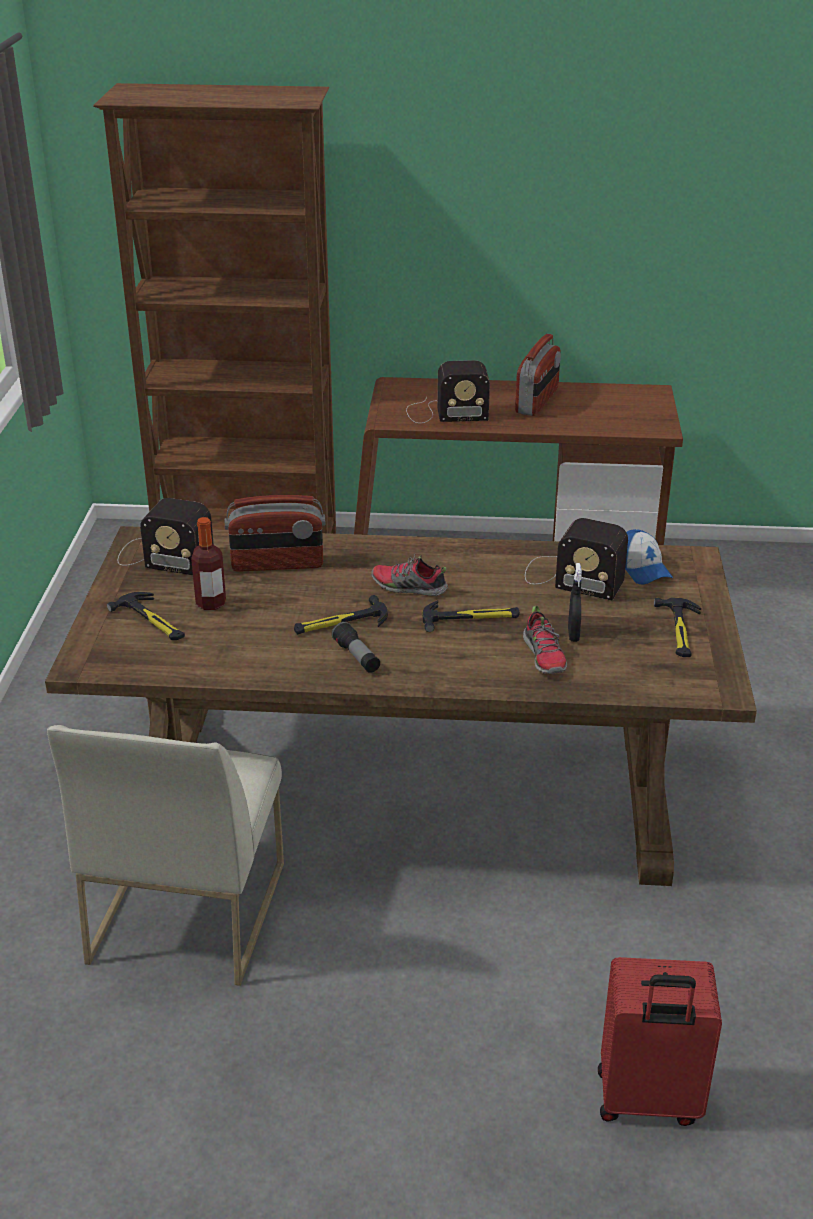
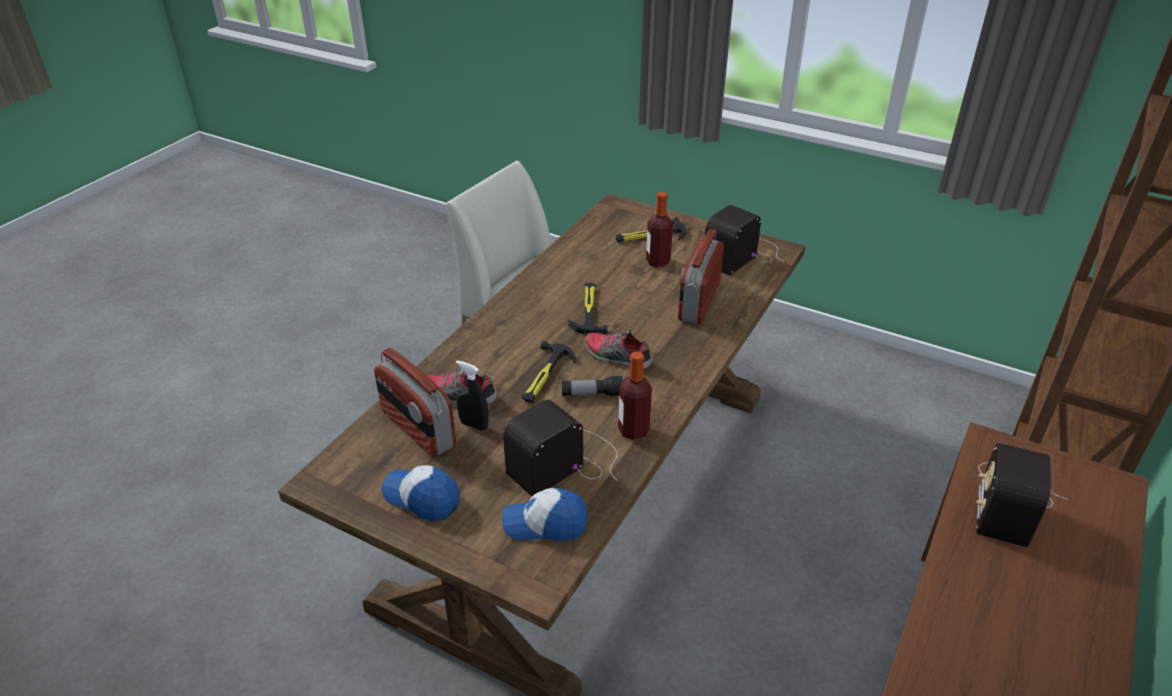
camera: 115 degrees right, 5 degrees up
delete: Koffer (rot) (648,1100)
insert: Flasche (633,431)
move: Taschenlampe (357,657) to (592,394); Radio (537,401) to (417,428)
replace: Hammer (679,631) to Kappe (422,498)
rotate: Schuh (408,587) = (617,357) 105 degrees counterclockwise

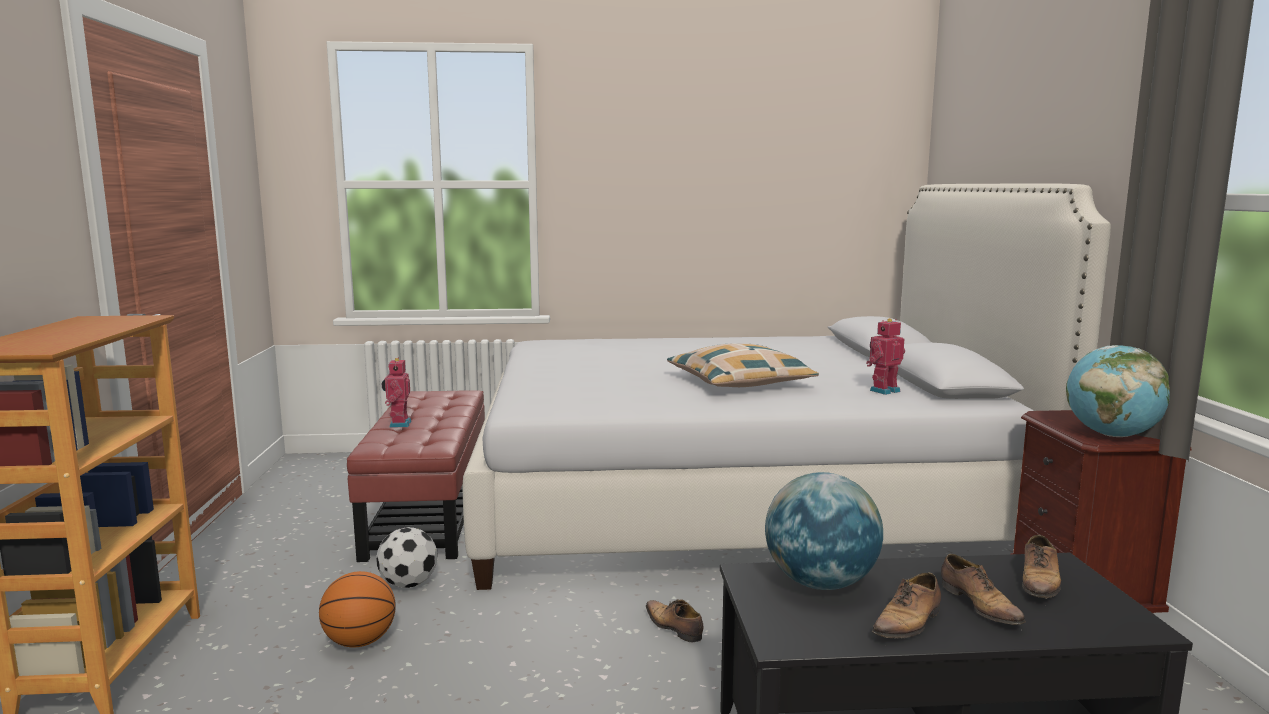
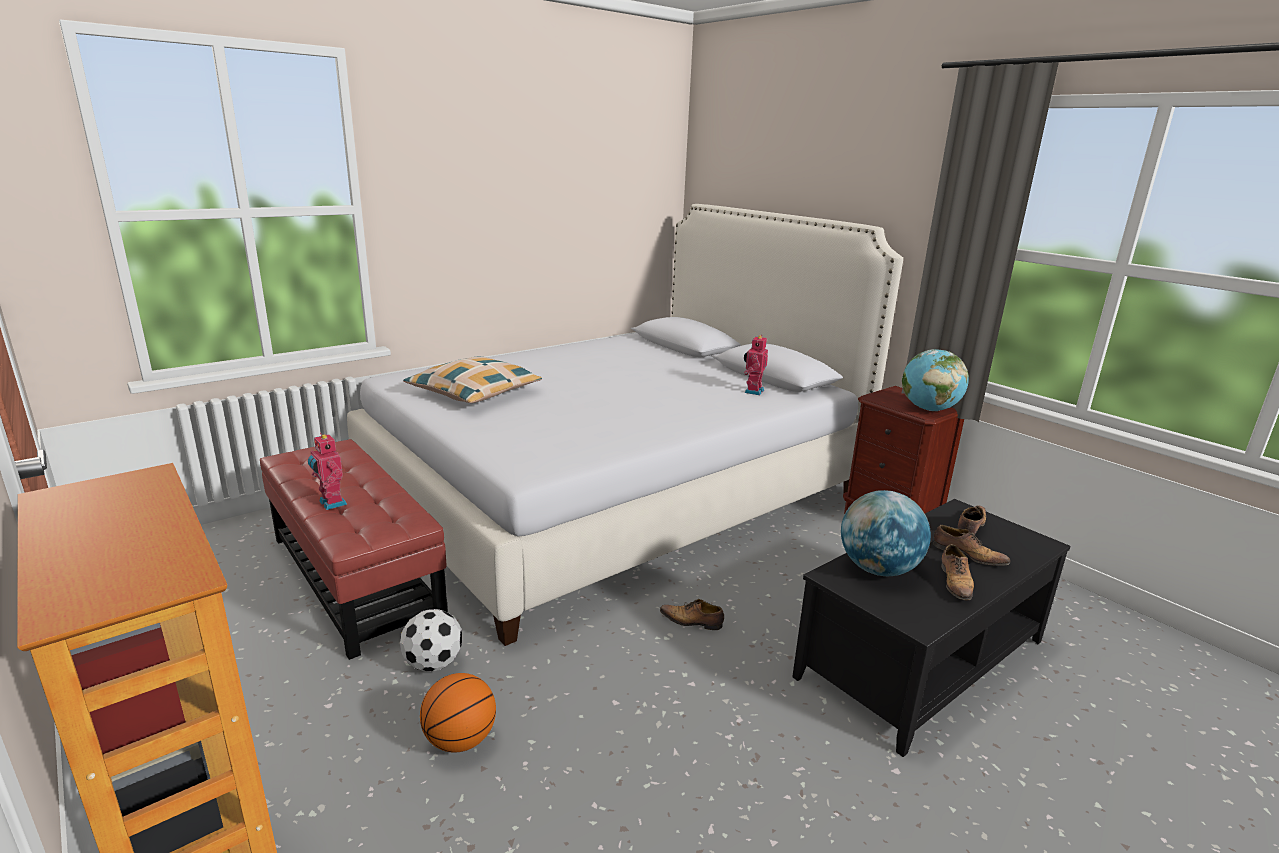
camera: 35 degrees left, 10 degrees up
move: Kissen (739,382) to (474,392)
rotate: Schuh (1039,582) = (970,527) 135 degrees counterclockwise

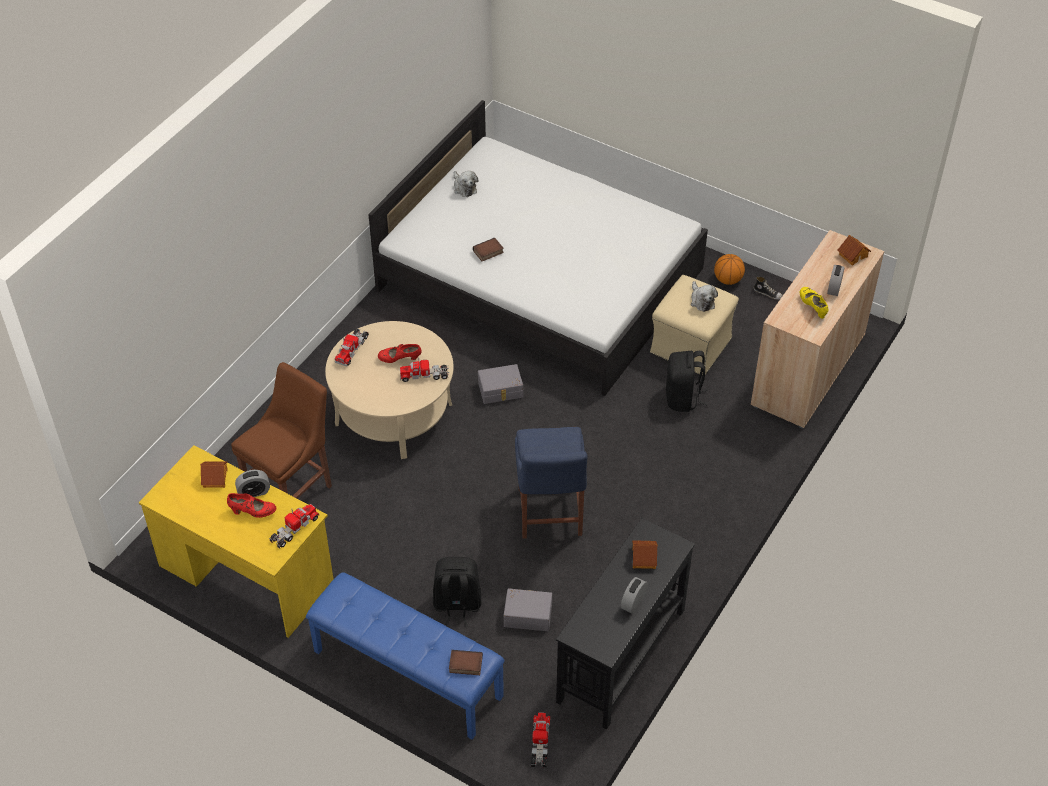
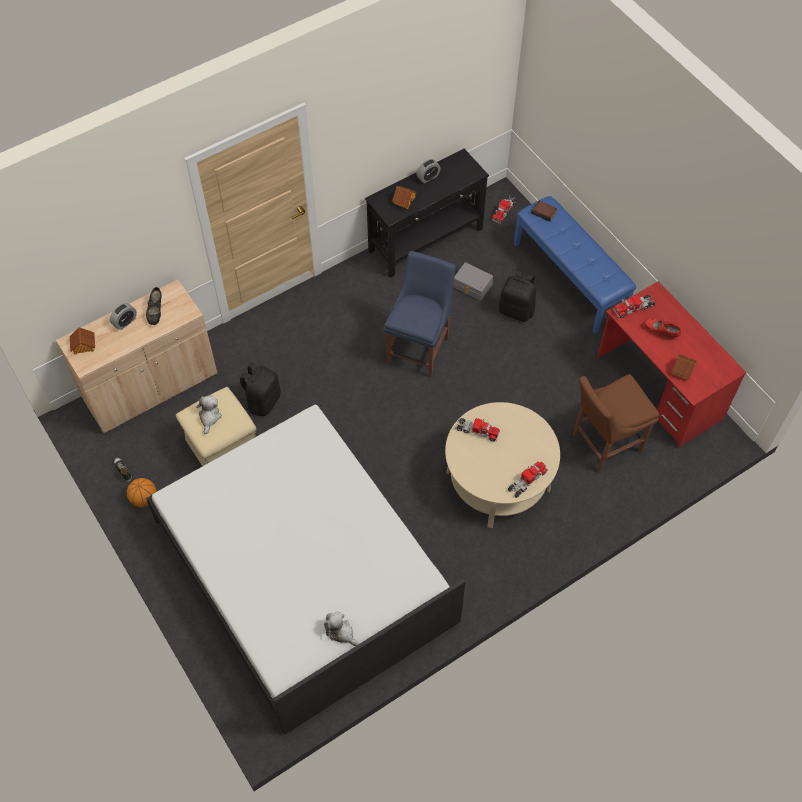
camera: 155 degrees left, 10 degrees up
delete: Wecker (254,492); Schuh (rot) (400,359); Buch (488,252); Aufbewahrungsbox (grau) (500,390)
recolor: Schreibtisch (gelb) (246,574) to Schreibtisch (rot) (659,388); Schuh (gelb) (812,307) to Schuh (schwarz) (155,312)
rotate: Plüschtier (464,187) = (341,632) 45 degrees counterclockwise

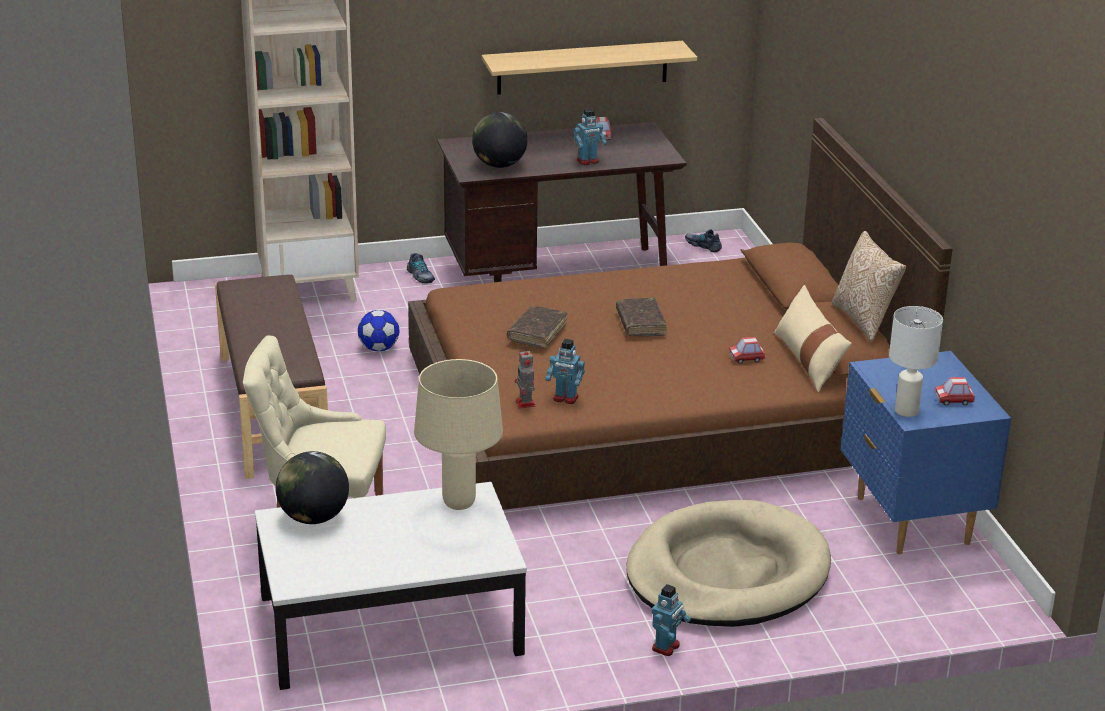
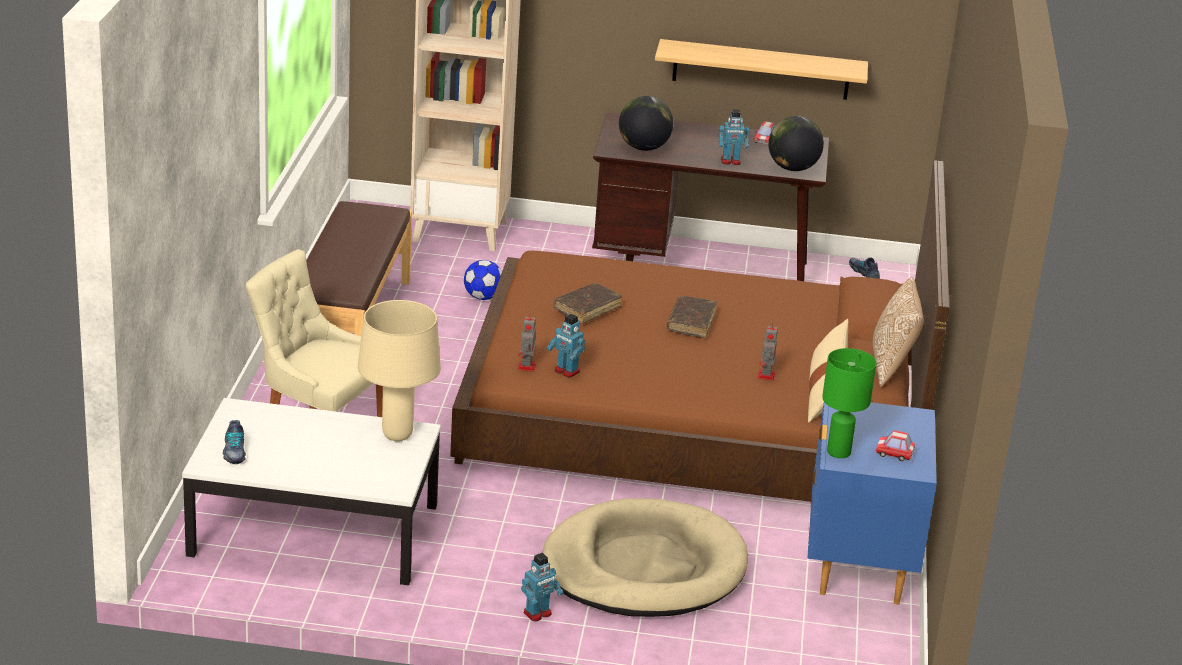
camera: 20 degrees right, 0 degrees up
move: Globus (314,518) to (792,168); Schuh (420,276) to (234,452)
replace: Spielzeugauto (746,358) to Spielzeugroboter (766,376)
recolor: Tischlampe (weiß) (907,410) to Tischlampe (grün) (839,452)

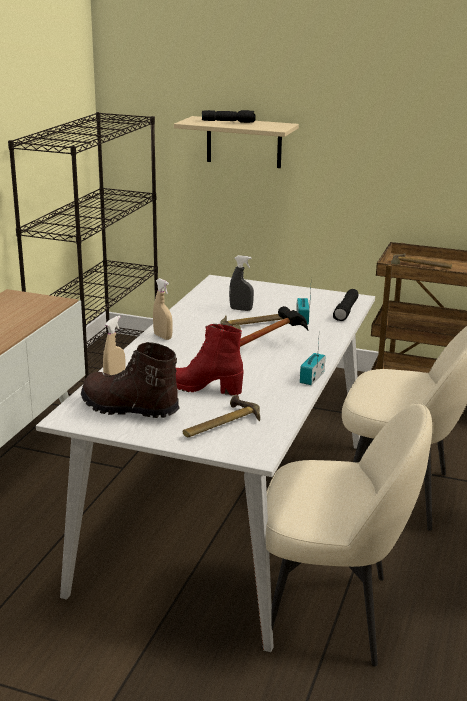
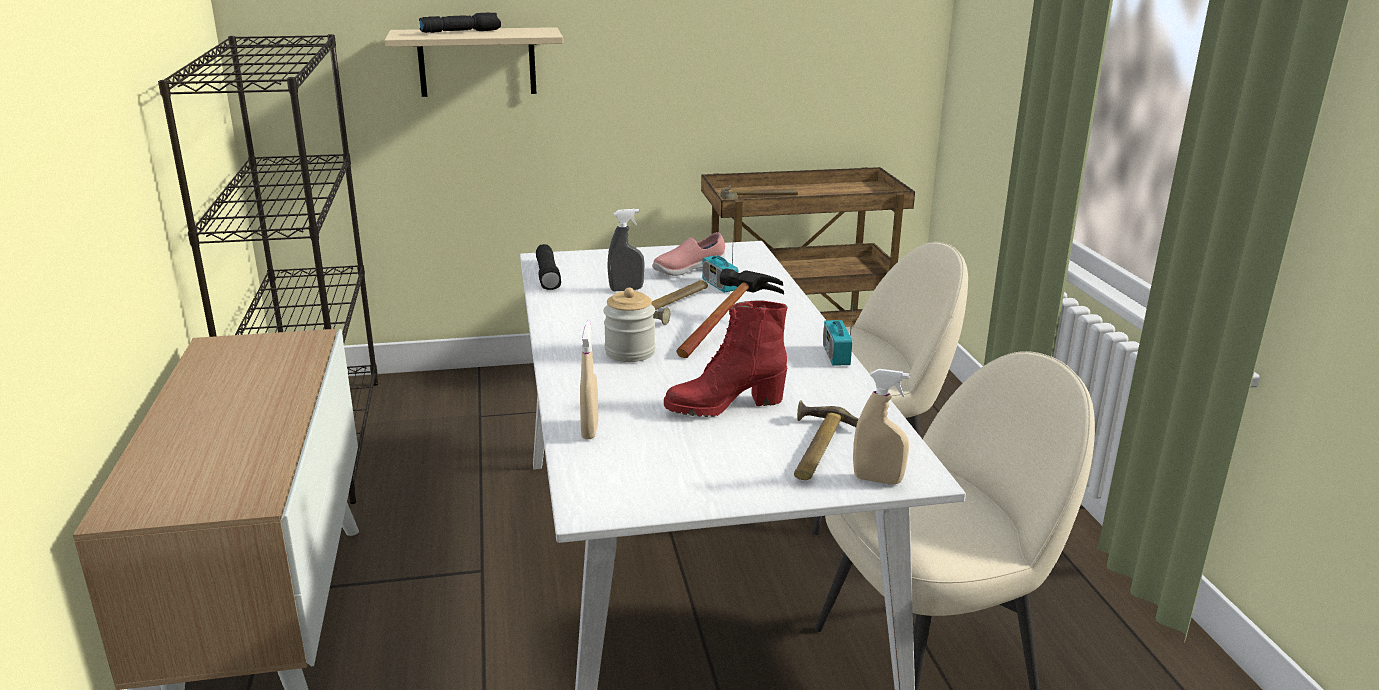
camera: 30 degrees left, 0 degrees up
delete: Stiefel (braun) (128,408)
insert: Vorratsglas (630,352); Schuh (rosa) (688,270)
move: Sprühflasche (beige) (163,337) to (877,480); Taschenlampe (schwarz) (346,311) to (548,275)

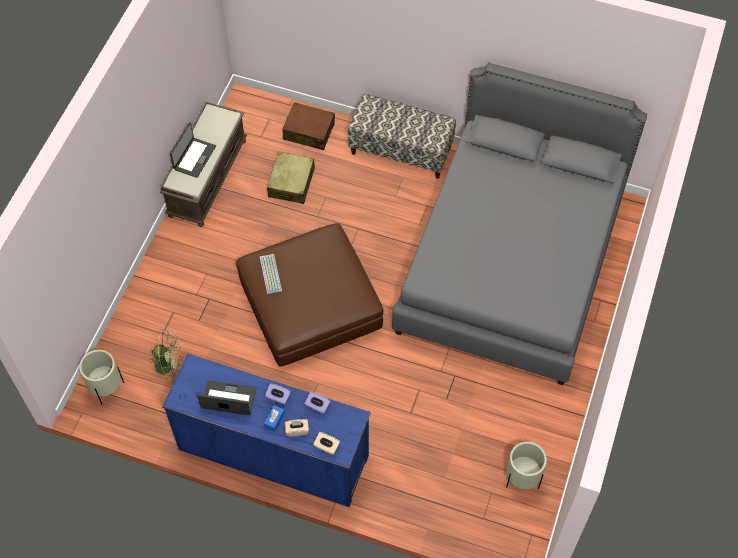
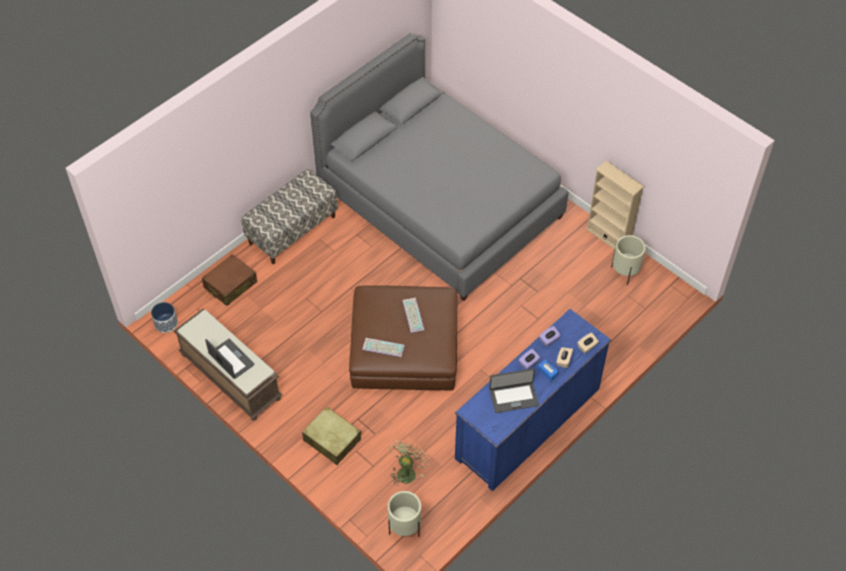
camera: 65 degrees left, 5 degrees down
insert: Pflanzkübel (166,323); Tastatur (412,315); Bücherregal (beige) (608,237)
move: Koffer (beige) (291,183) to (332,440)
rotate: Laptop (228,399) = (513,397) 135 degrees counterclockwise

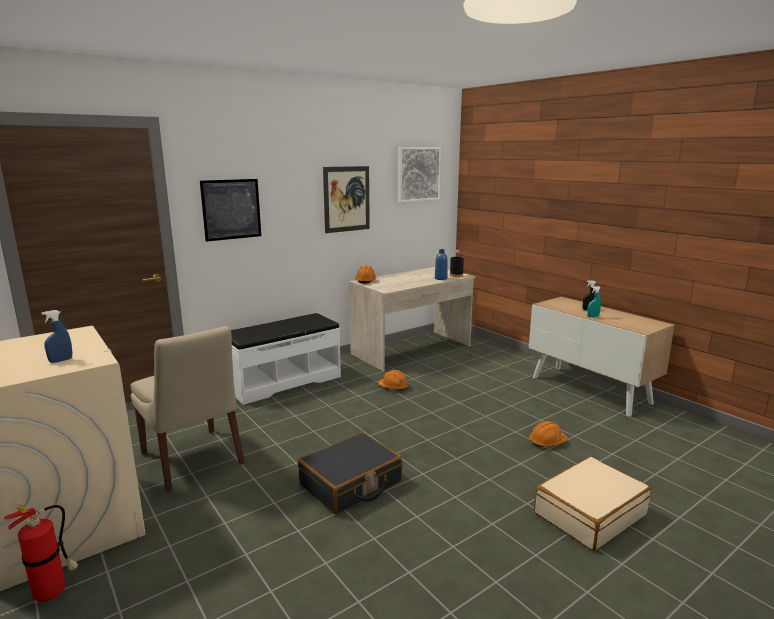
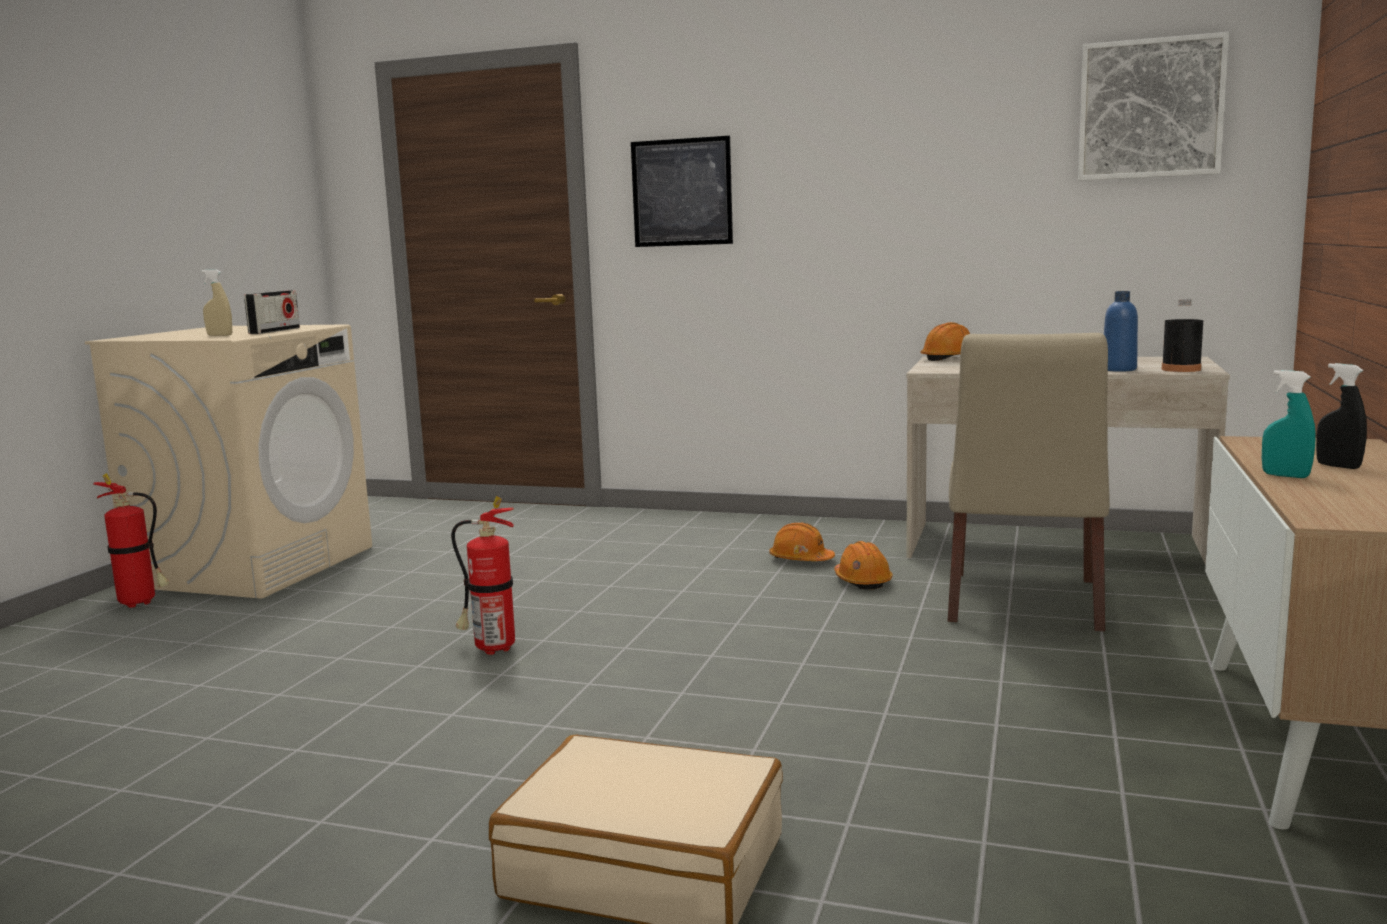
camera: 55 degrees right, 5 degrees down
delete: Bank (weiß) (283,382); Bild (346,199)
insert: Radio (275,331)
move: Stuhl (beige) (193,460) to (1023,603); Schutzhelm (orange) (547,442) to (801,560)
replace: Koffer (schwarz) (351,484) to Feuerlöscher (490,649)
recolor: Sprühflasche (blau) (61,360) to Sprühflasche (beige) (219,335)

